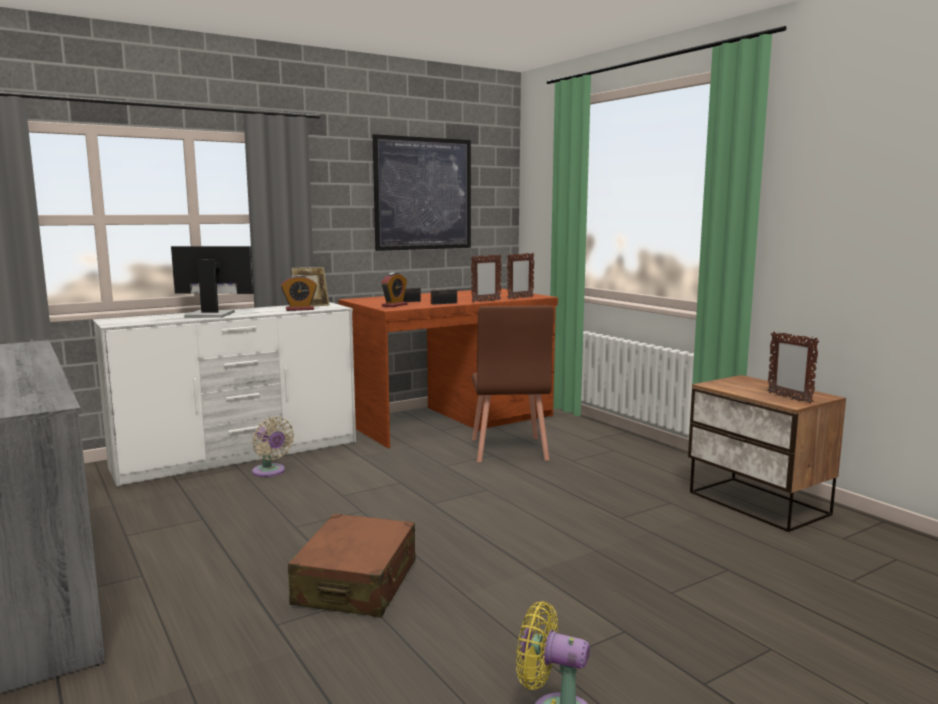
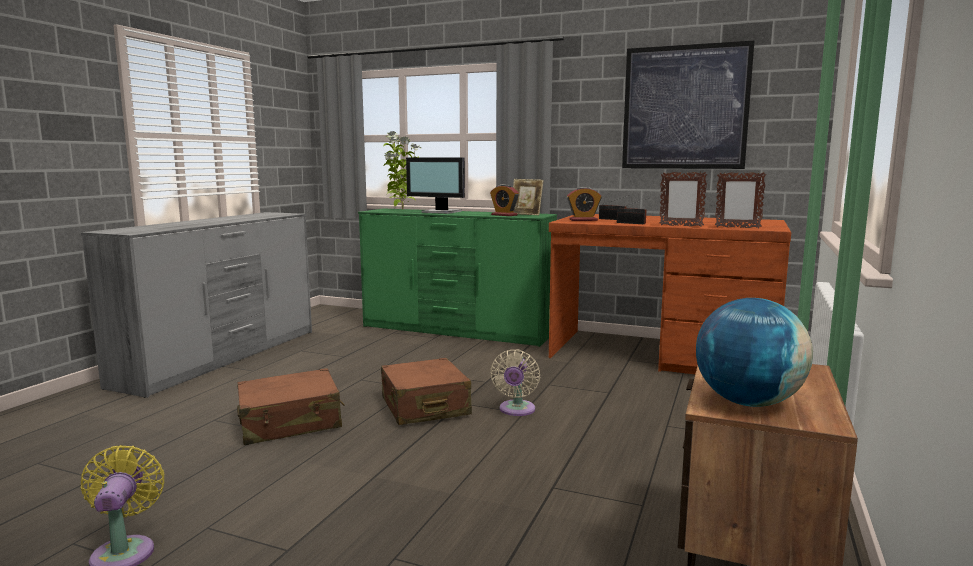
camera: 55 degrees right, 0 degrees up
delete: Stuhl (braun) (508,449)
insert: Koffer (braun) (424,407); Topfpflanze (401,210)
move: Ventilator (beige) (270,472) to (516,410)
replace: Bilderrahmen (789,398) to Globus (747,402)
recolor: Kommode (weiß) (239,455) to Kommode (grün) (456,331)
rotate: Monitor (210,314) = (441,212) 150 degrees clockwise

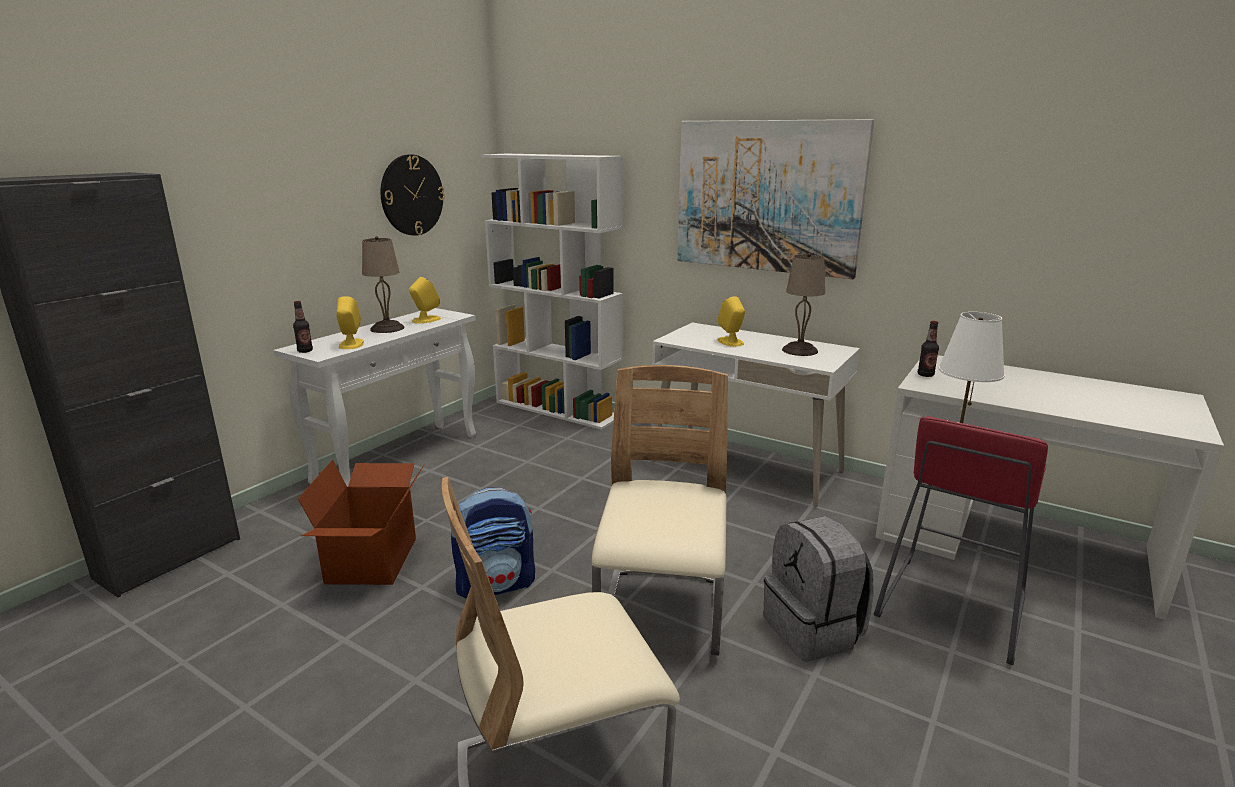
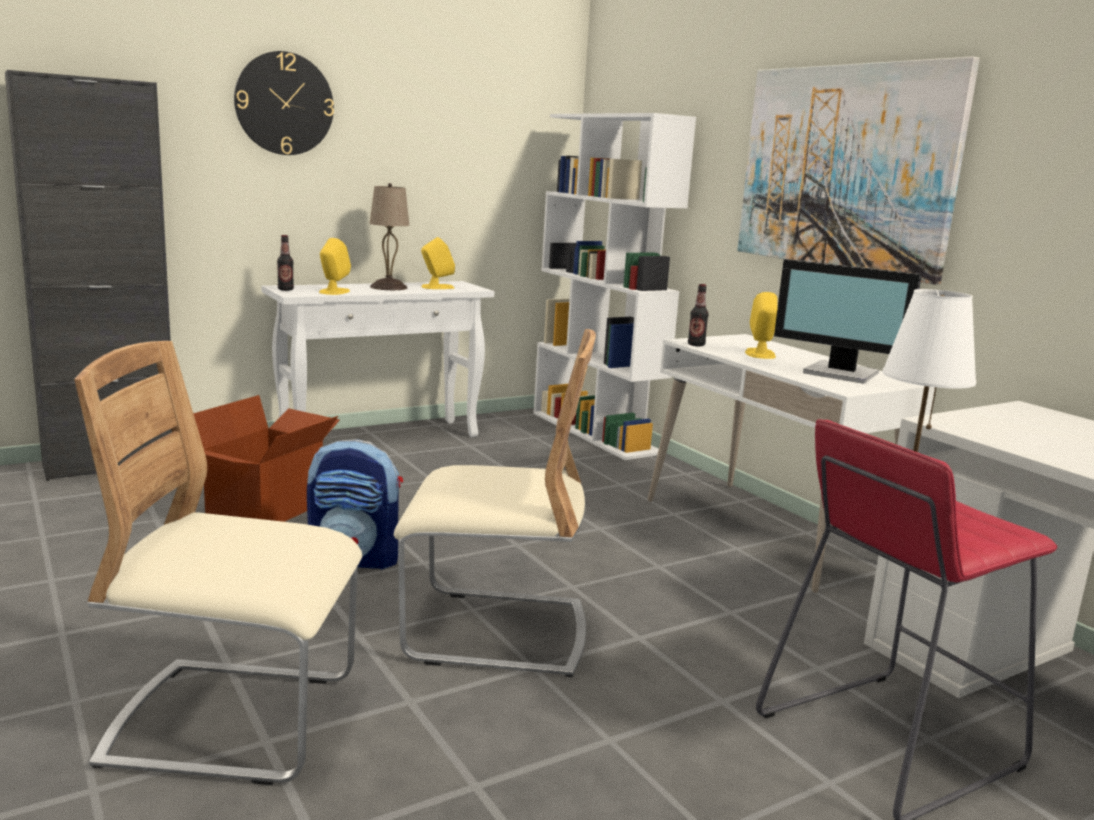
camera: 25 degrees right, 5 degrees down
delete: Rucksack (grau) (814,630)
move: Wanduhr (412,195) to (284,104); Flasche (925,375) to (696,345)
replace: Tischlampe (beige) (800,350) to Monitor (841,374)
rotate: Stuhl (beige) (661,614) = (495,632) 60 degrees clockwise

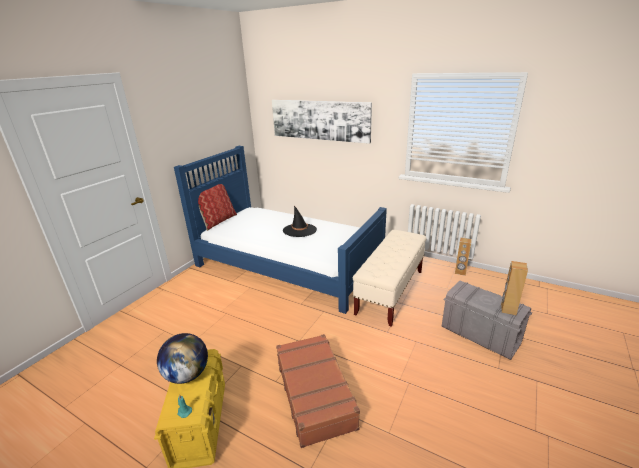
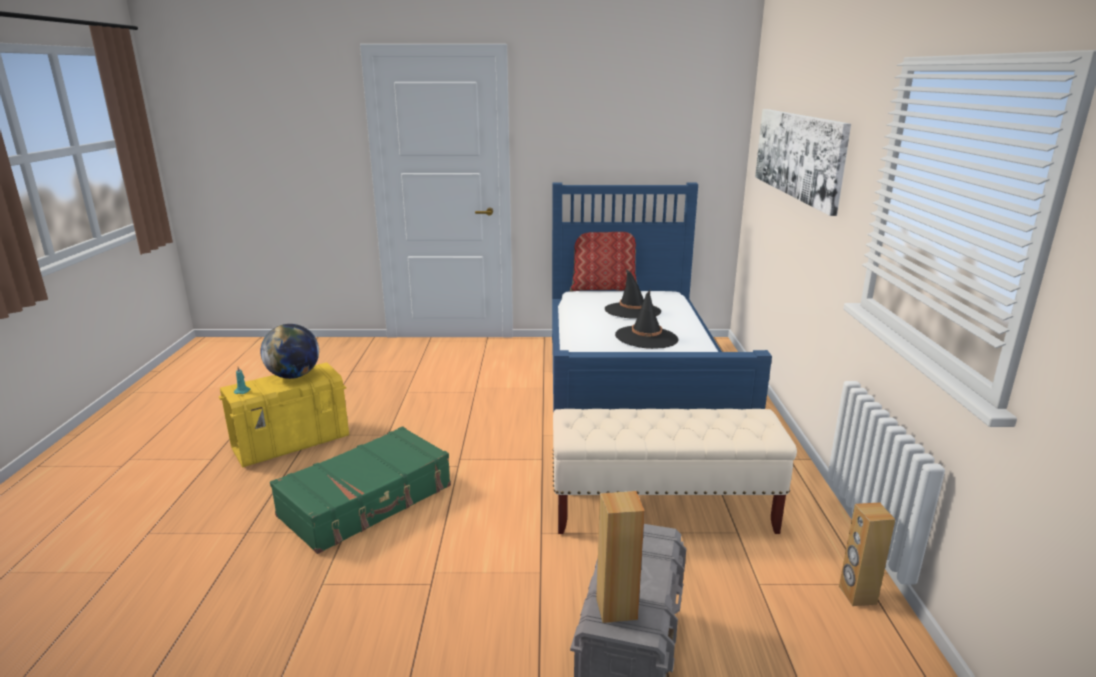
camera: 60 degrees right, 5 degrees down
insert: Hut (schwarz) (632,311)
recolor: Koffer (braun) (315,393) to Koffer (grün) (367,501)

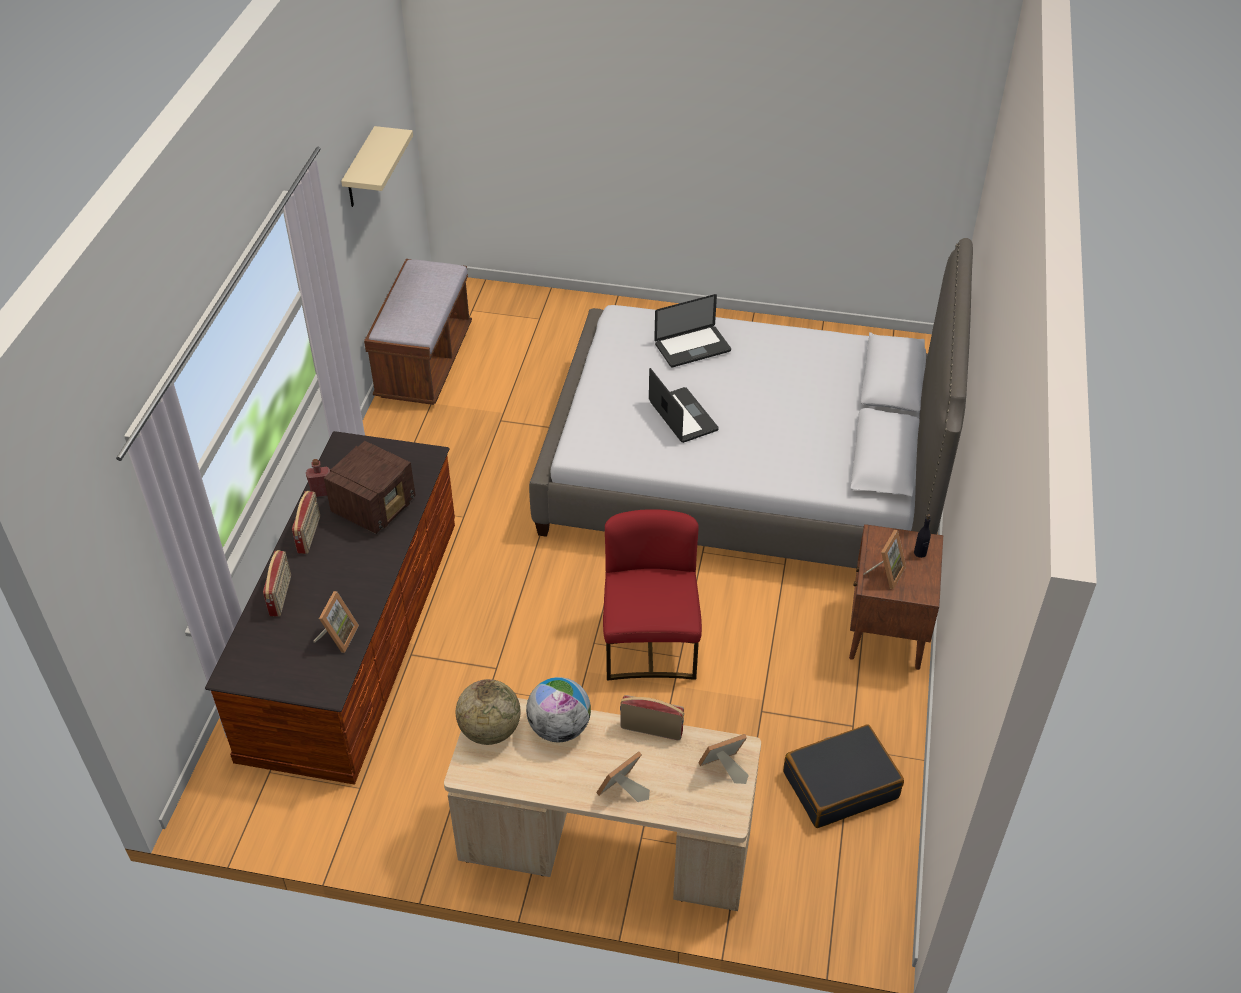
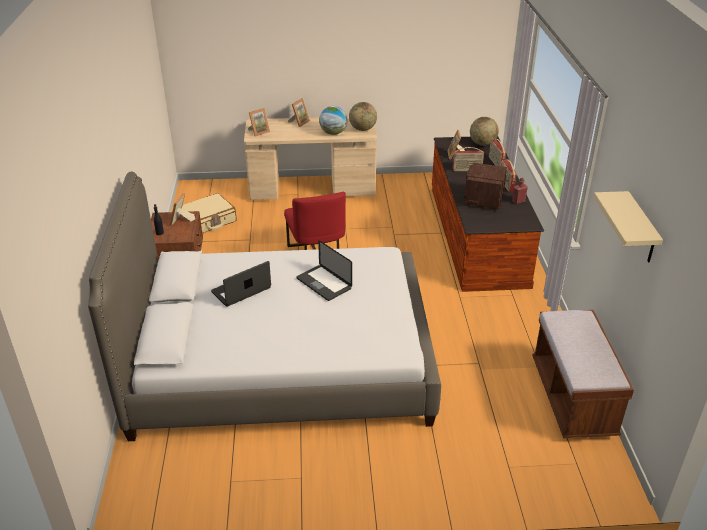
camera: 165 degrees right, 10 degrees down
insert: Globus (482,144)
move: Radio (651,729) to (467,170); Laptop (692,348) to (241,290)
recolor: Koffer (schwarz) (840,784) to Koffer (beige) (208,221)

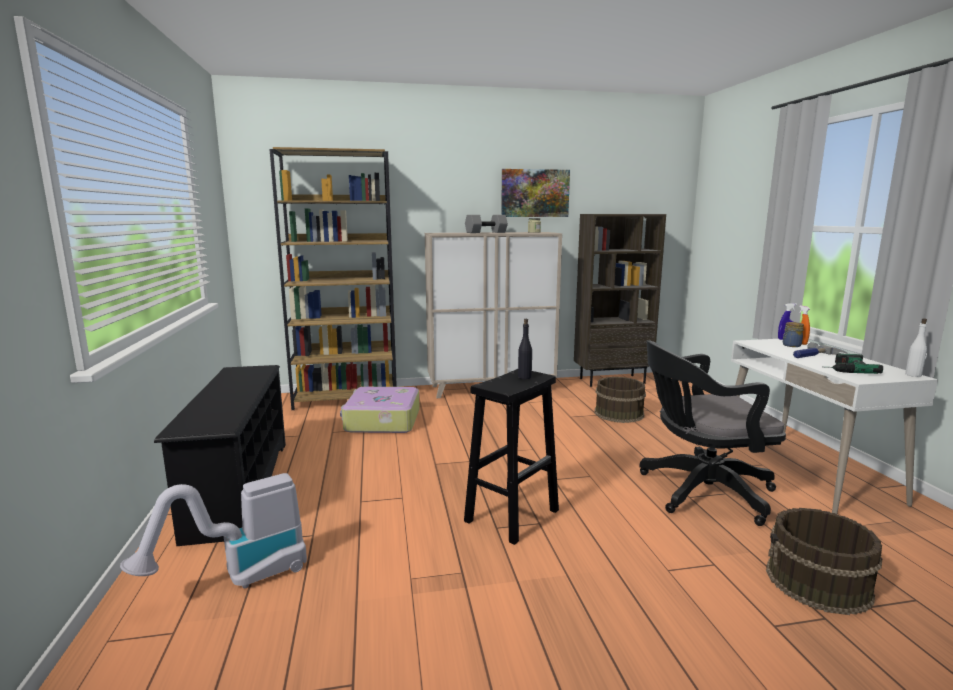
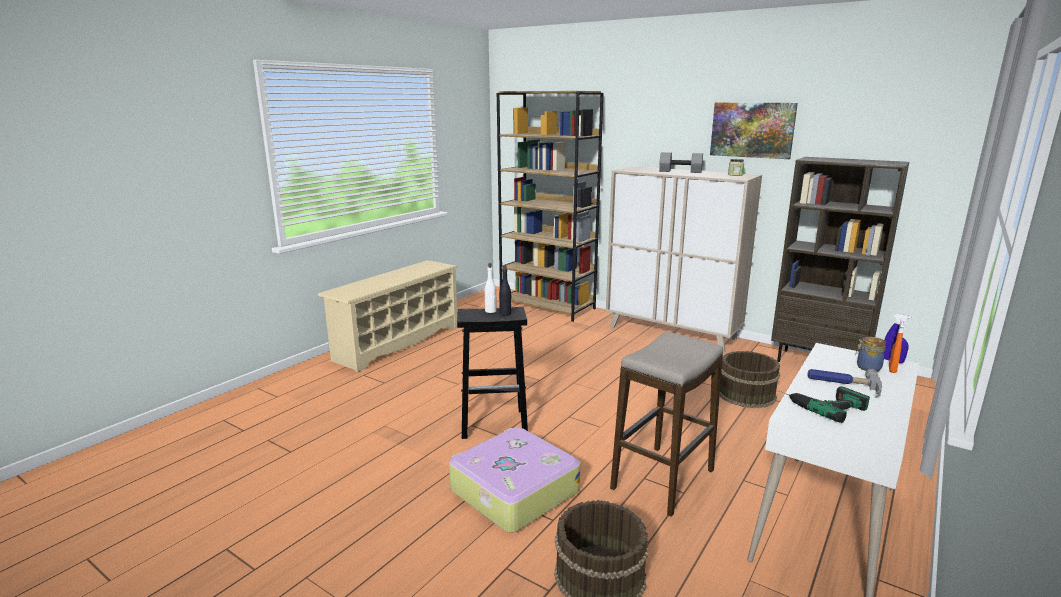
camera: 45 degrees right, 5 degrees up
delete: Staubsauger (239,578)
move: Koffer (382,421) to (513,491); Flasche (weiß) (913,375) to (490,311)
replace: Bürostuhl (schwarz) (699,492) to Hocker (662,480)
recolor: Schuhregal (schwarz) (238,487) to Schuhregal (beige) (397,342)

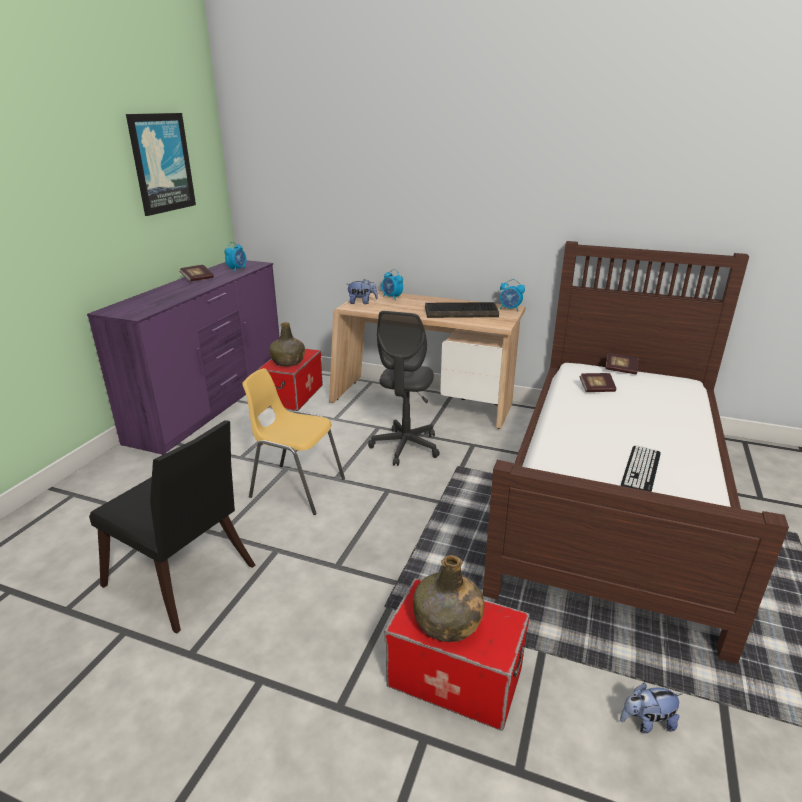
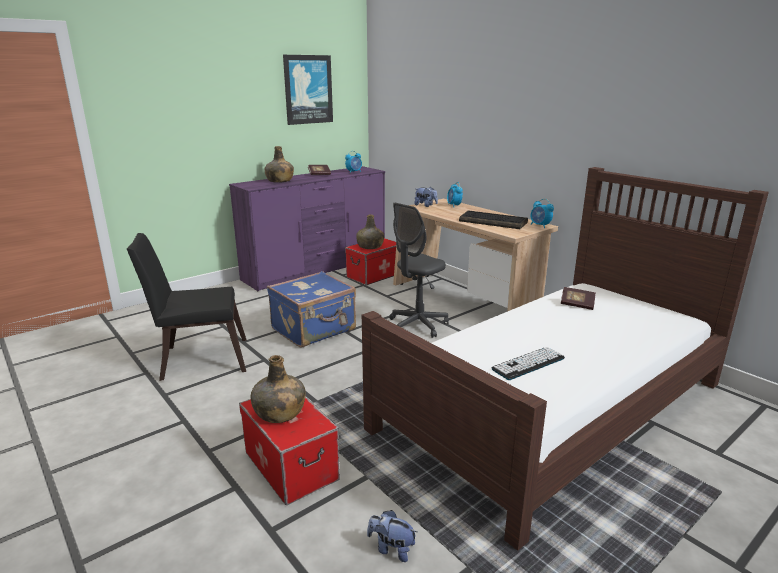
camera: 30 degrees right, 5 degrees down
delete: Buch (620,370)
insert: Flasche (grün) (279,181)
replace: Stuhl (gelb) (296,488) to Koffer (blau) (314,329)
rotate: Stuhl (schwarz) (184,581) = (198,359) 105 degrees clockwise

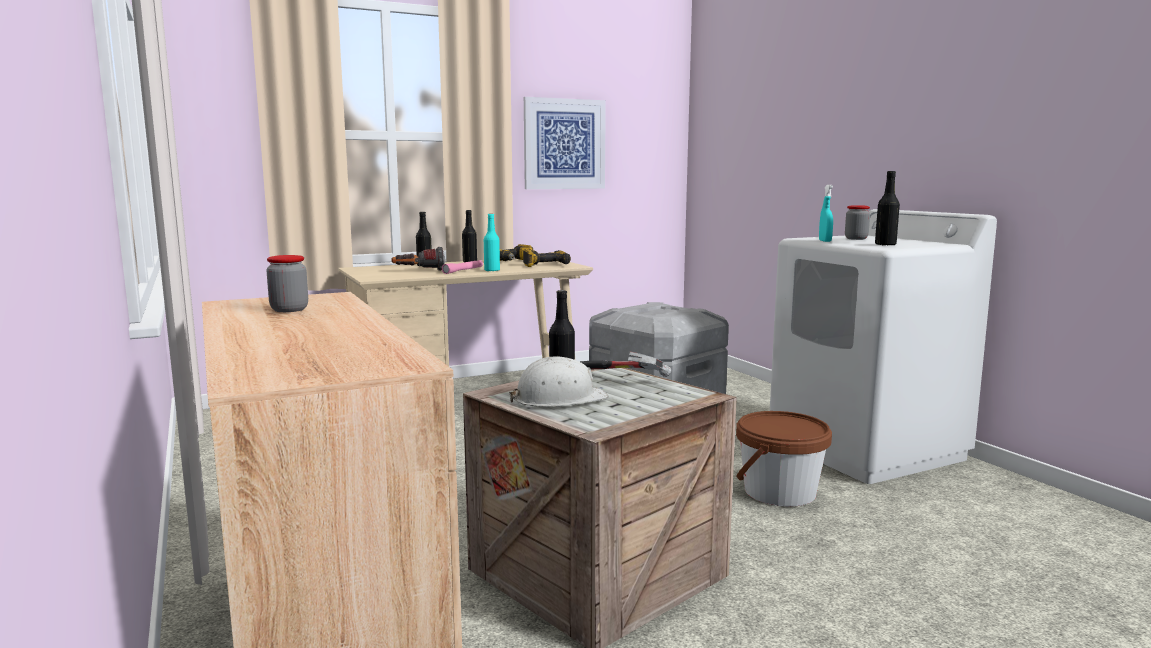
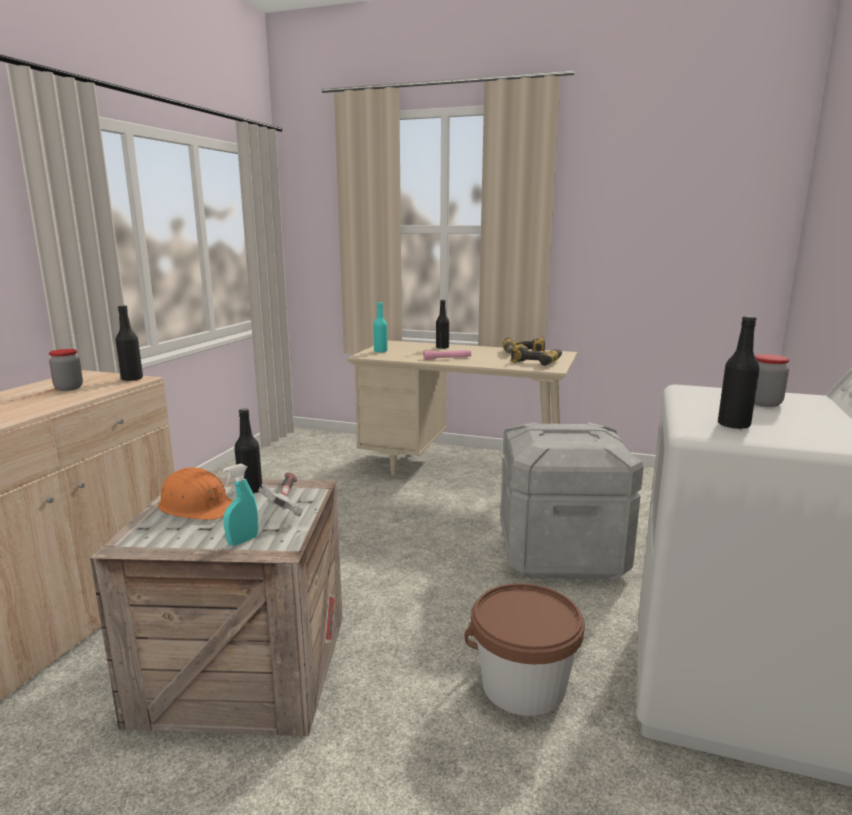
camera: 45 degrees right, 5 degrees up
delete: Taschenlampe (419,271); Bild (564,144)
move: Flasche (schwarz) (470,262) to (132,379); Flasche (türkis) (492,270) to (380,351); Sprühflasche (türkis) (825,241) to (243,541)
recolor: Schutzhelm (weiß) (559,399) to Schutzhelm (orange) (198,506)

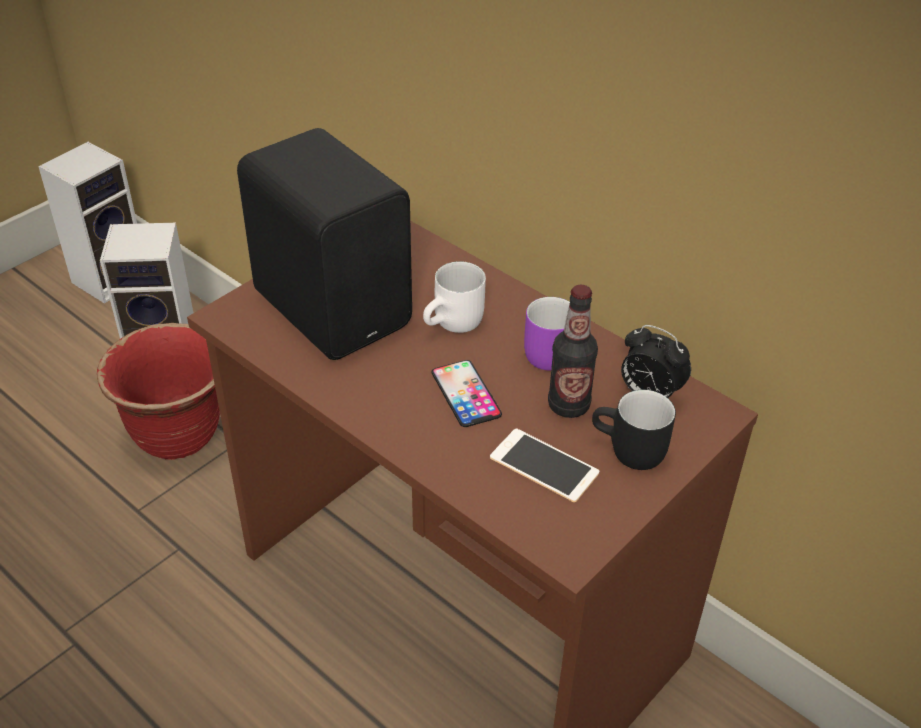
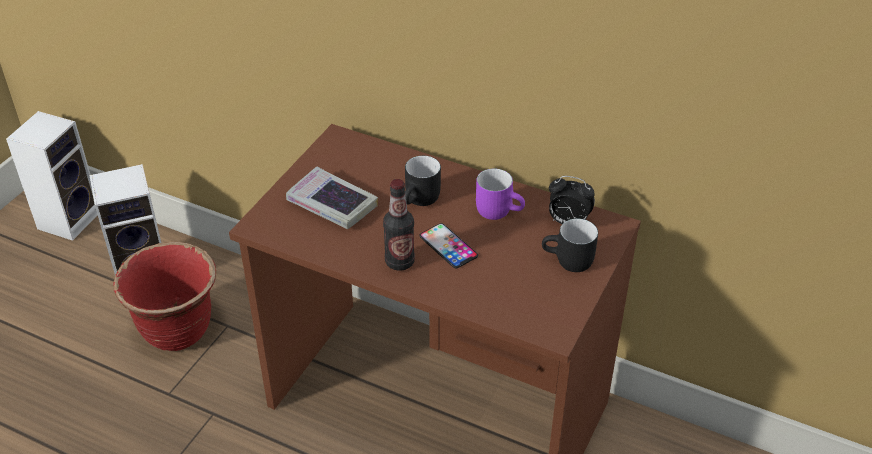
camera: 15 degrees left, 0 degrees up
delete: Handy (544,465)
move: Flasche (568,405) to (399,262)
replace: Lautsprecher (schwarz) (334,306) to Buch (332,204)
recolor: Henkelbecher (weiß) (455,324) to Henkelbecher (schwarz) (422,200)

